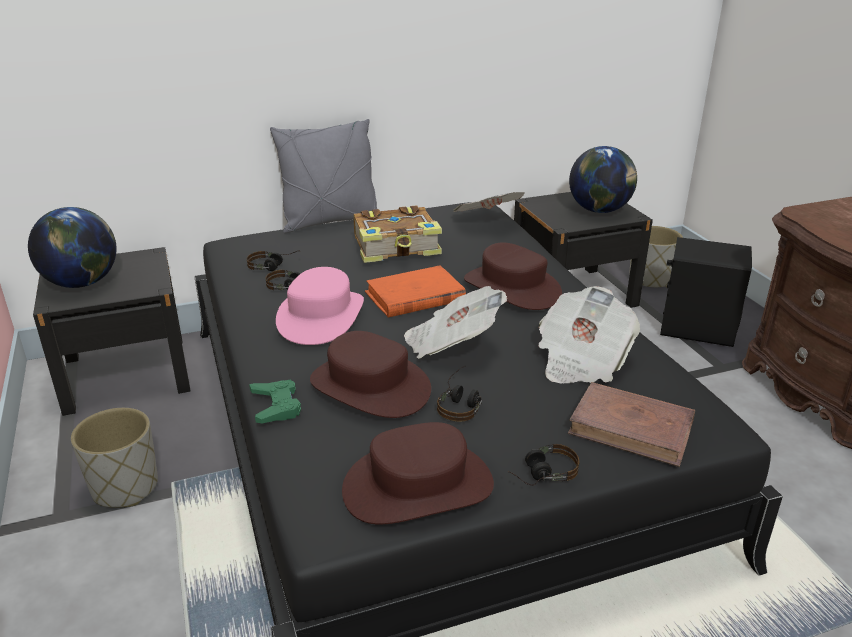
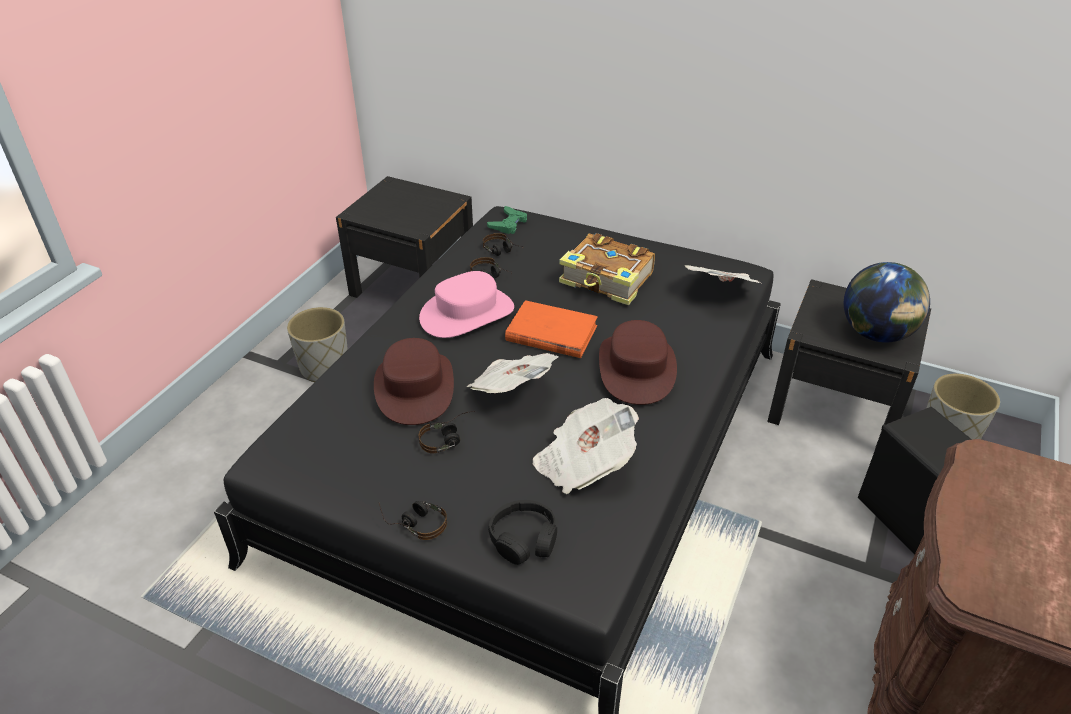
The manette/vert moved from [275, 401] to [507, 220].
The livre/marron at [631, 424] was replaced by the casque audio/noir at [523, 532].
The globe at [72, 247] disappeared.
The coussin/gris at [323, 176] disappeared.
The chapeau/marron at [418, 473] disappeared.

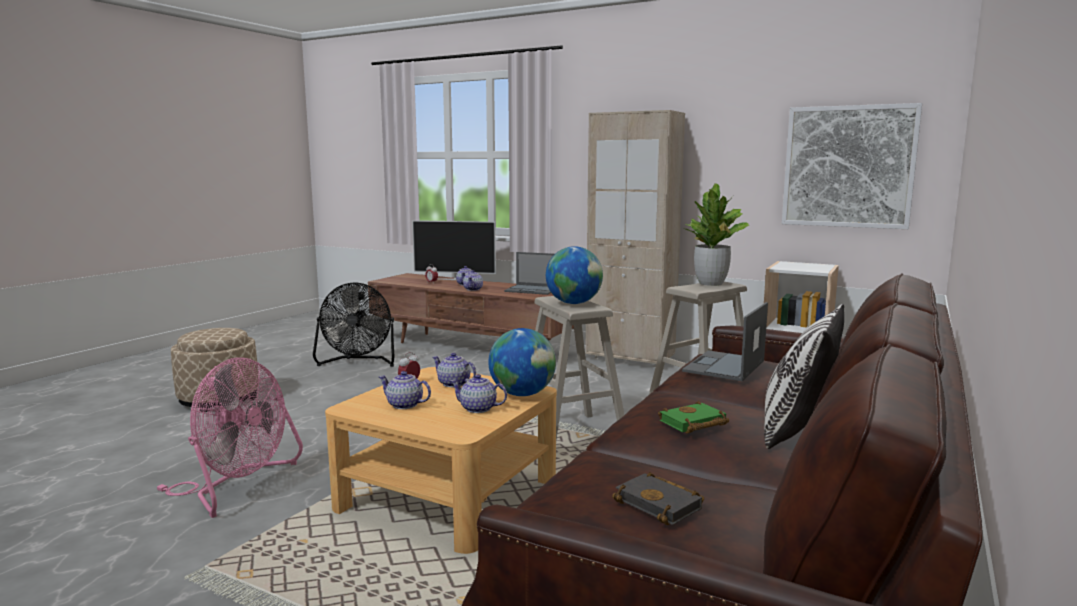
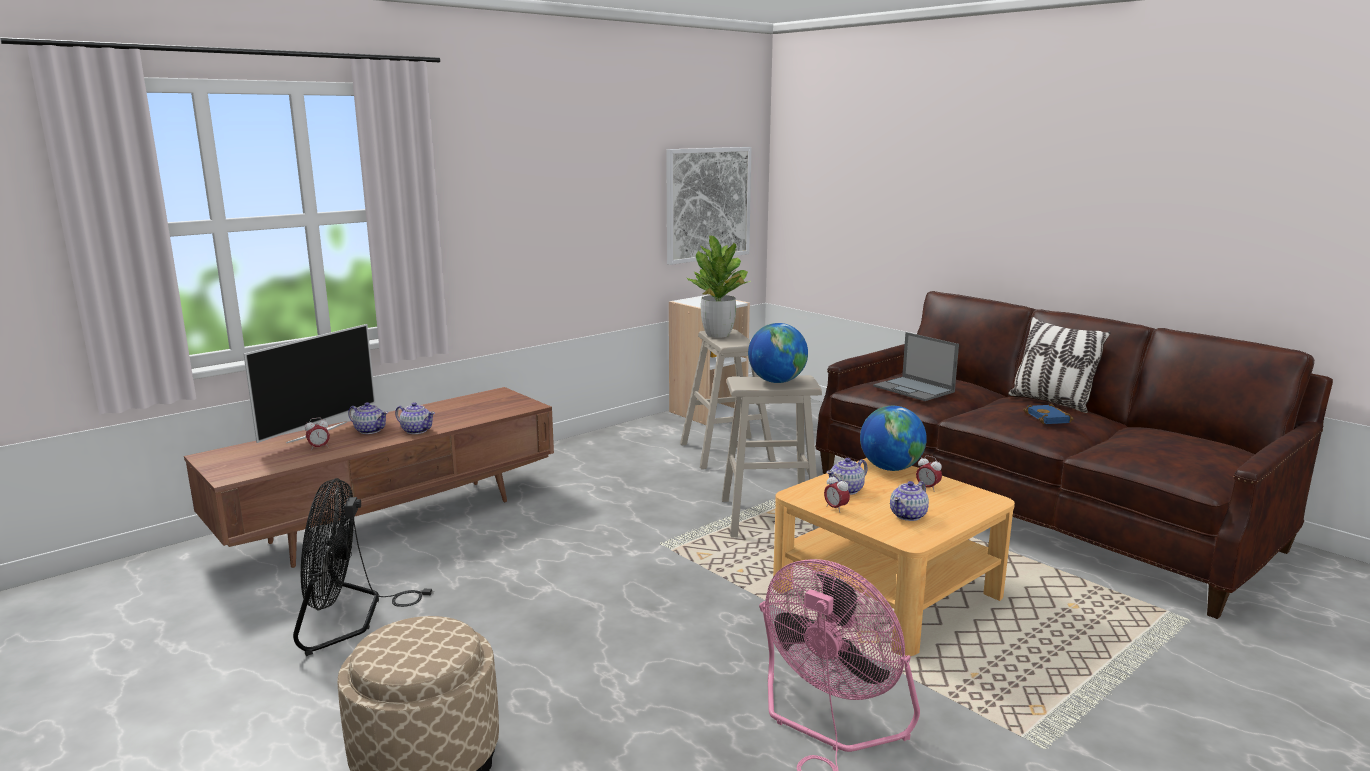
The ventilateur/noir at [353, 325] turned 150 degrees clockwise.
The théière at [478, 393] was replaced by the réveil at [929, 473].
The livre/vert at [693, 417] became the livre/bleu at [1048, 414].
The ordinateur portable at [529, 273] disappeared.
The meuble de rangement/beige at [635, 239] disappeared.
The livre/noir at [658, 498] disappeared.

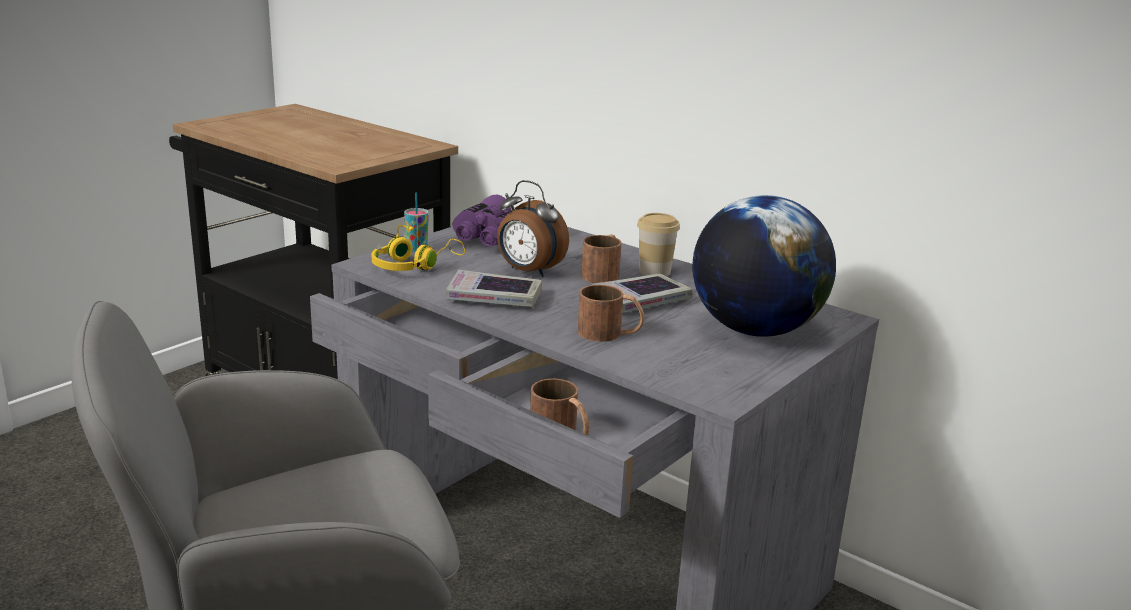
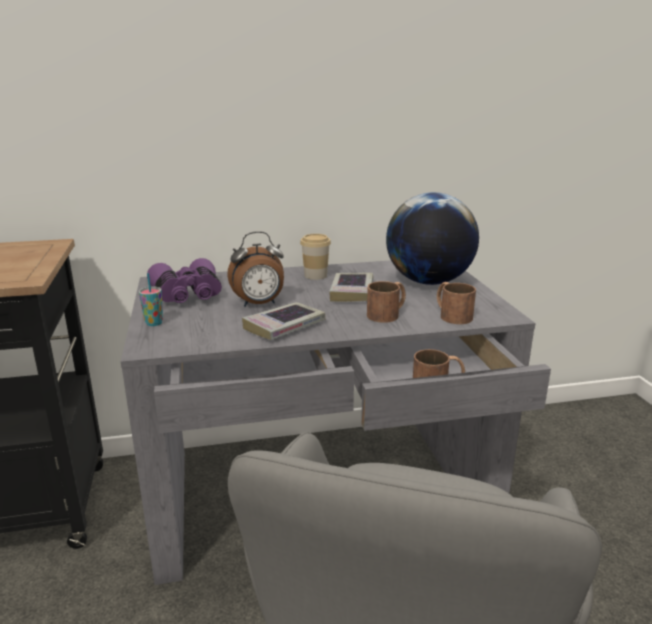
The mug/marron moved from [601, 258] to [456, 303].
The casque audio/jaune at [418, 248] disappeared.

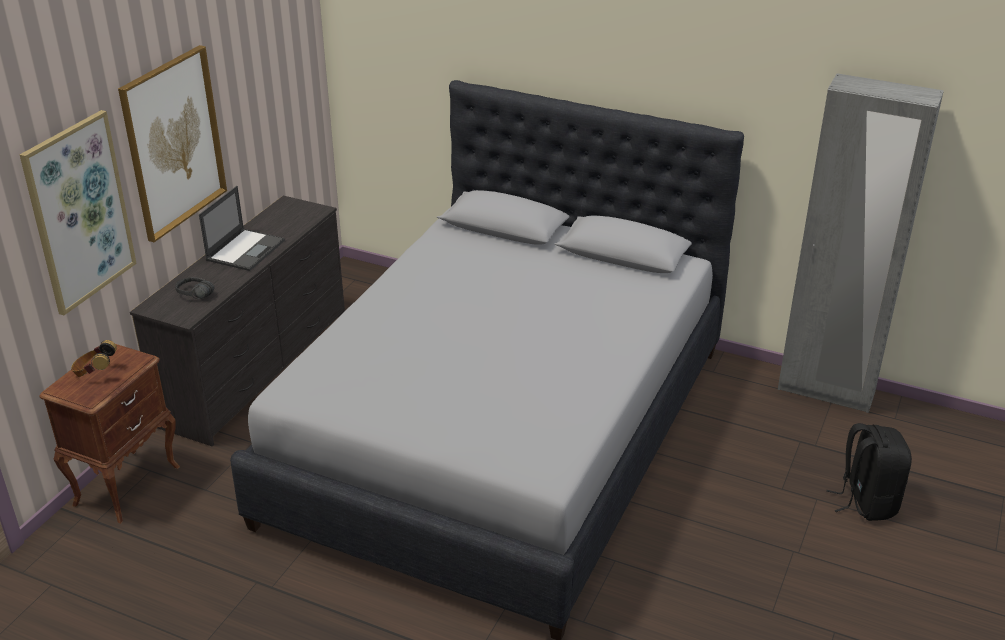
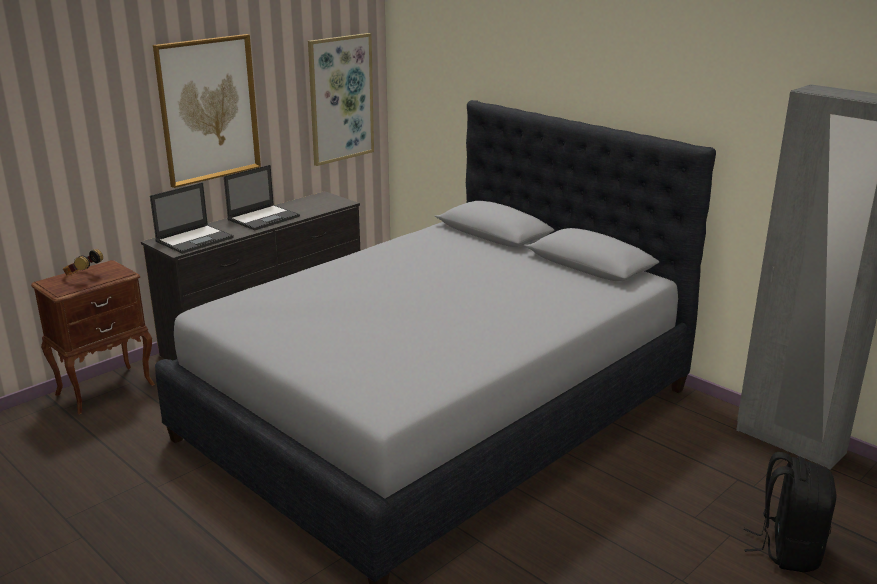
The casque audio/noir at [195, 288] was replaced by the ordinateur portable at [192, 218].
The tableau moved from [78, 212] to [341, 99].

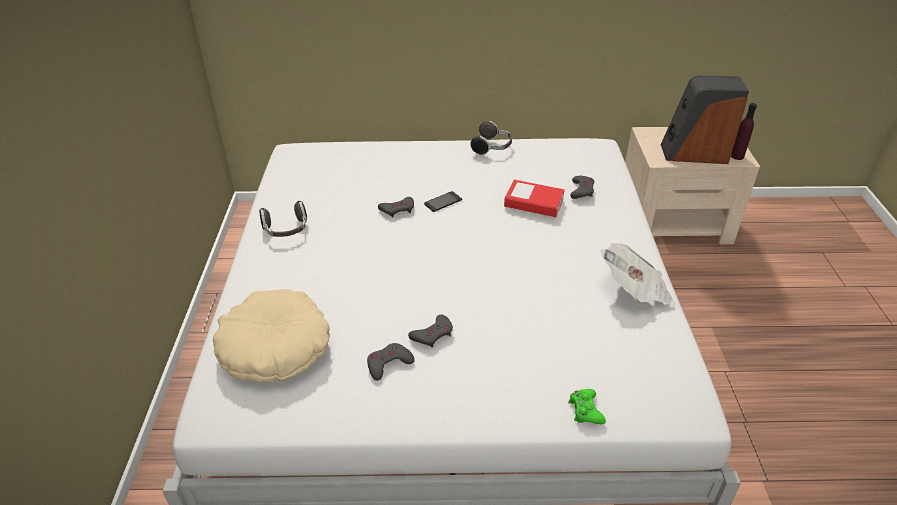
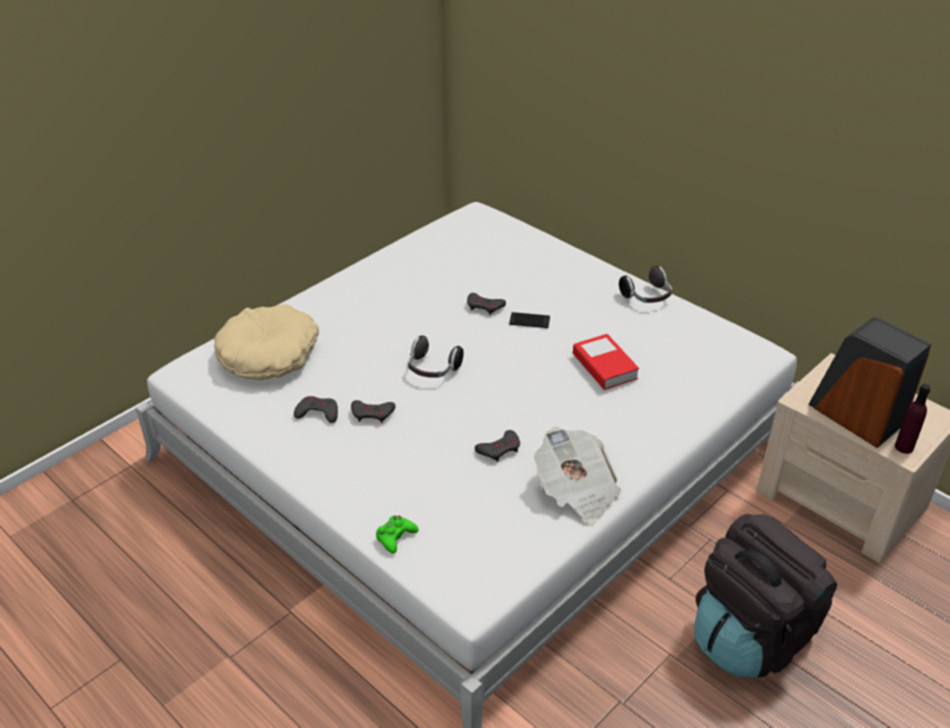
The casque audio moved from [283, 219] to [436, 357].
The manette/gris moved from [582, 187] to [497, 446].
The sac à dos/noir at [765, 596] appeared.

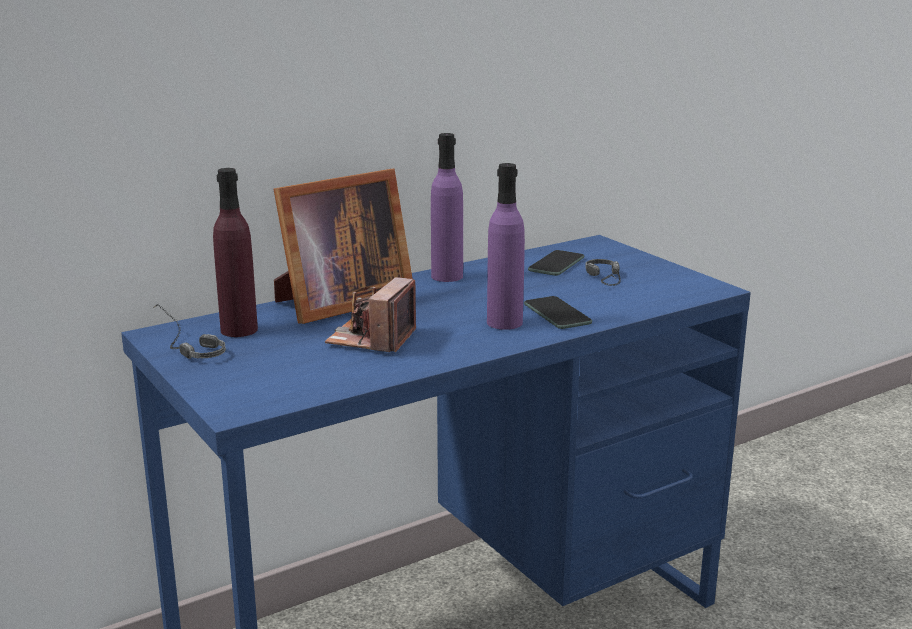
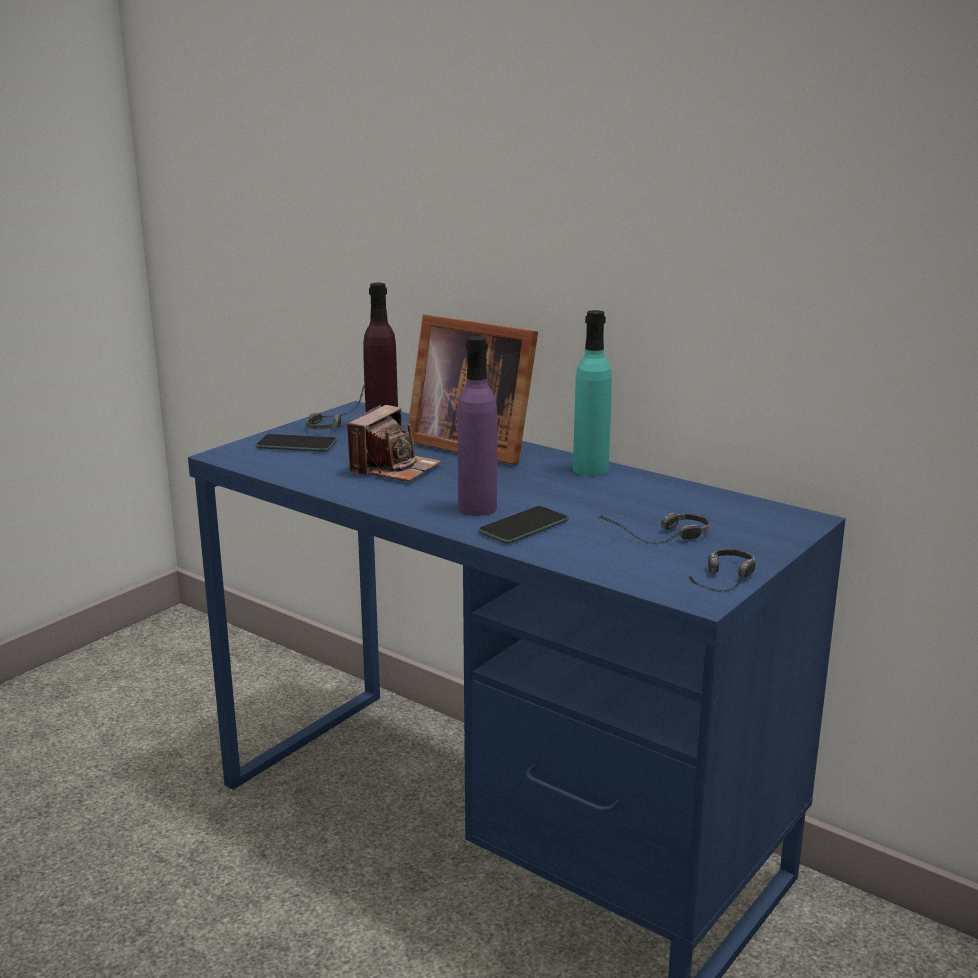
The téléphone moved from [556, 263] to [296, 443].
The appareil photo at [370, 314] turned 120 degrees clockwise.
The bouteille/violet at [447, 207] became the bouteille/turquoise at [592, 393].
The casque audio at [722, 570] appeared.

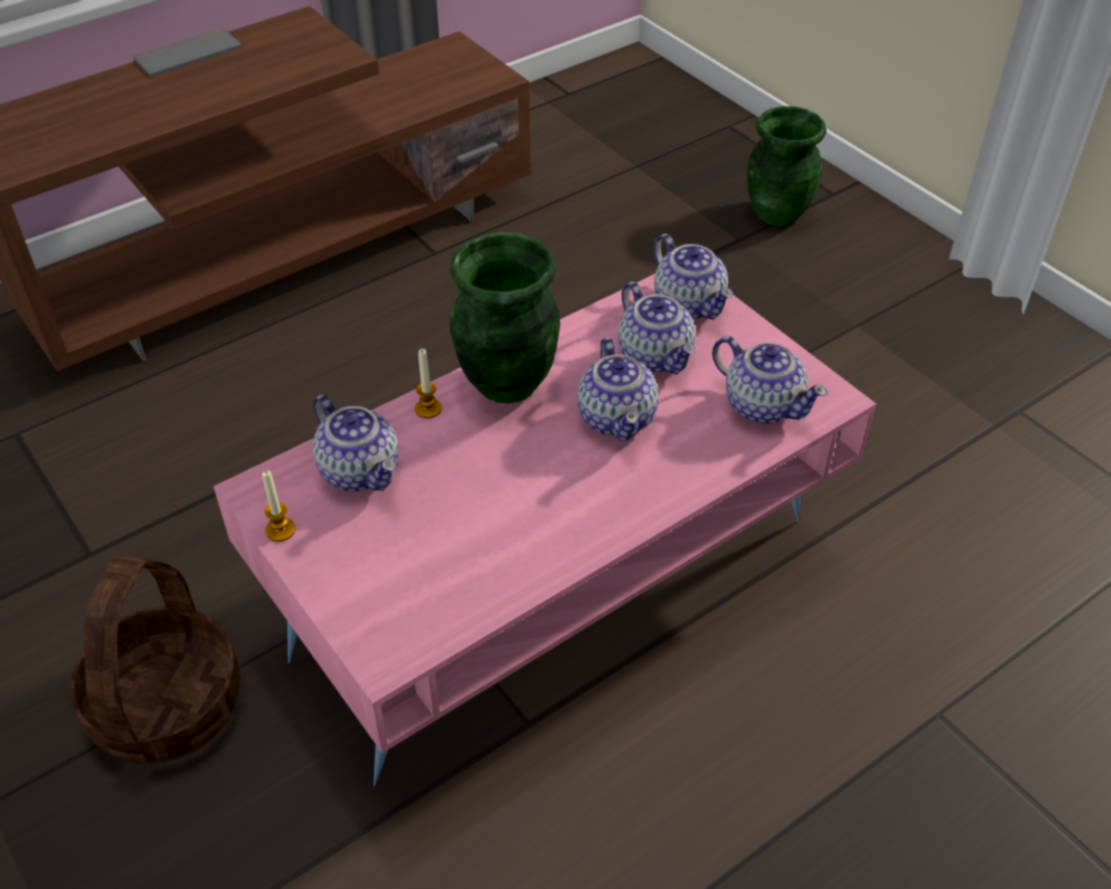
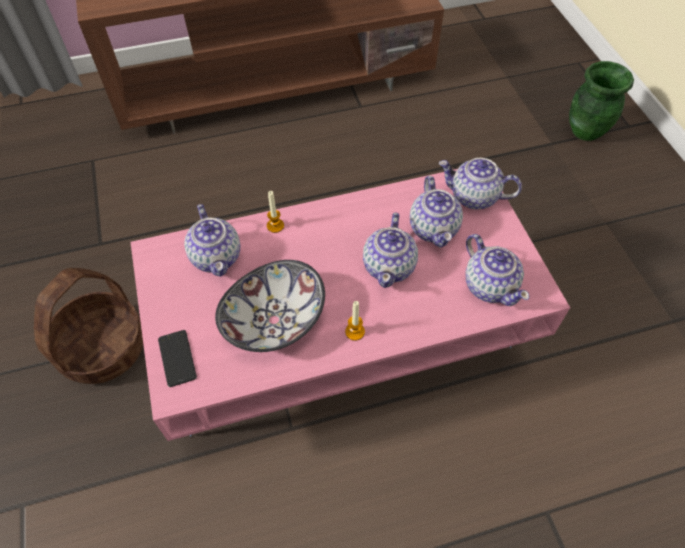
The téléphone at [177, 358] appeared.
The bol at [270, 306] appeared.
The bougie moved from [279, 505] to [355, 321].
The théière at [693, 277] turned 120 degrees clockwise.
The vase/vert at [505, 318] disappeared.

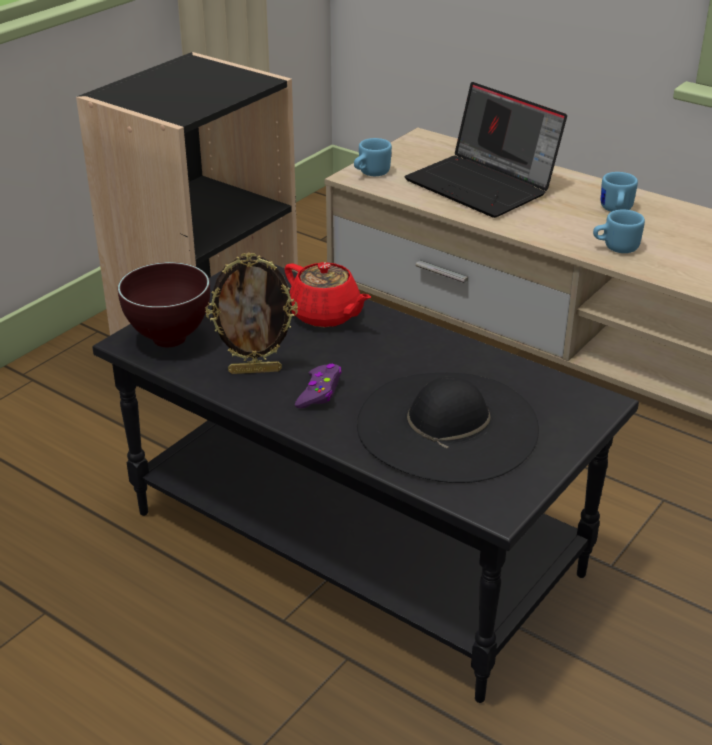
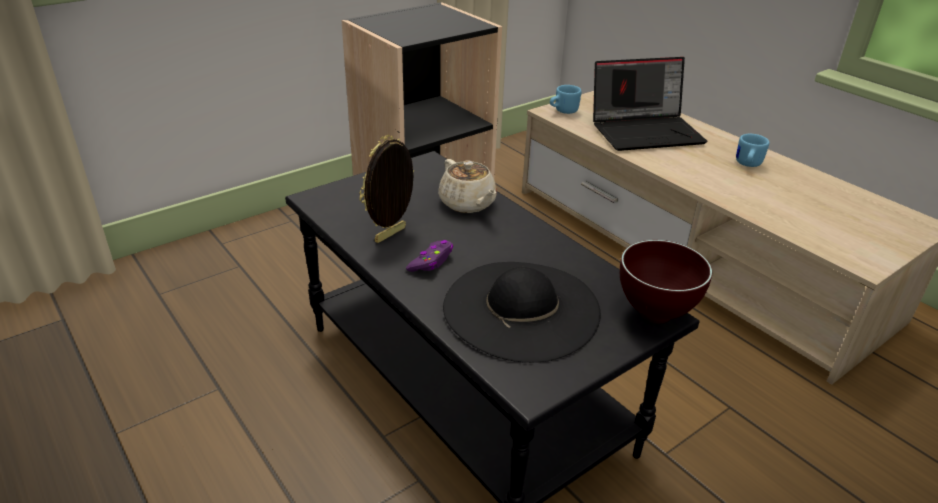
The cadre photo at [252, 313] turned 120 degrees clockwise.
The théière/rouge at [328, 294] became the théière/beige at [467, 186].
The ordinateur portable at [485, 150] turned 75 degrees counterclockwise.
The bol/marron moved from [164, 304] to [666, 281].
The mug/bleu at [619, 231] disappeared.

